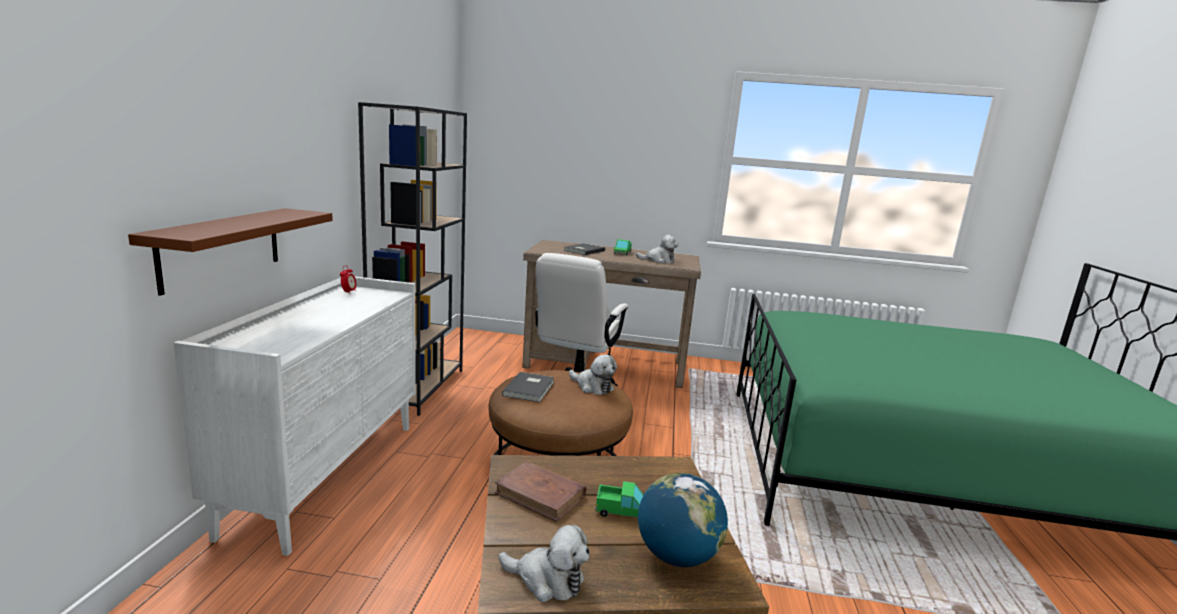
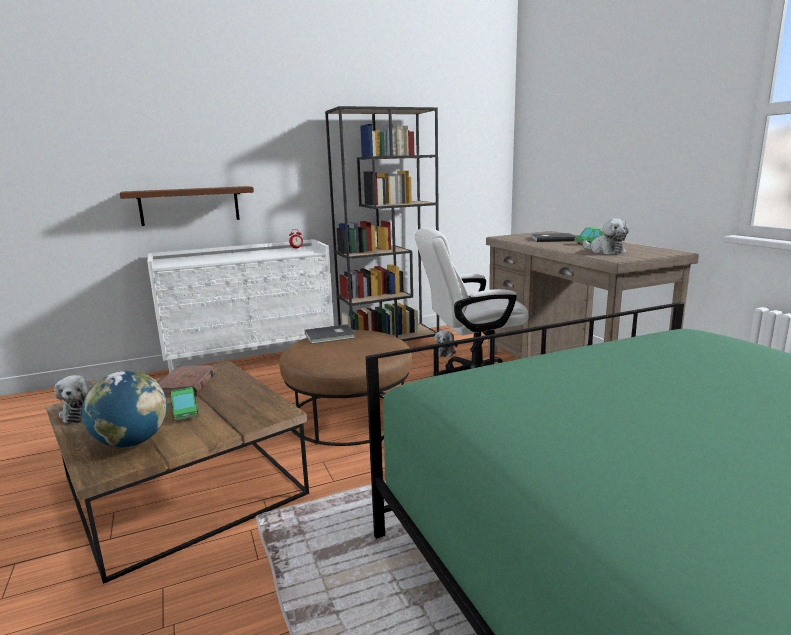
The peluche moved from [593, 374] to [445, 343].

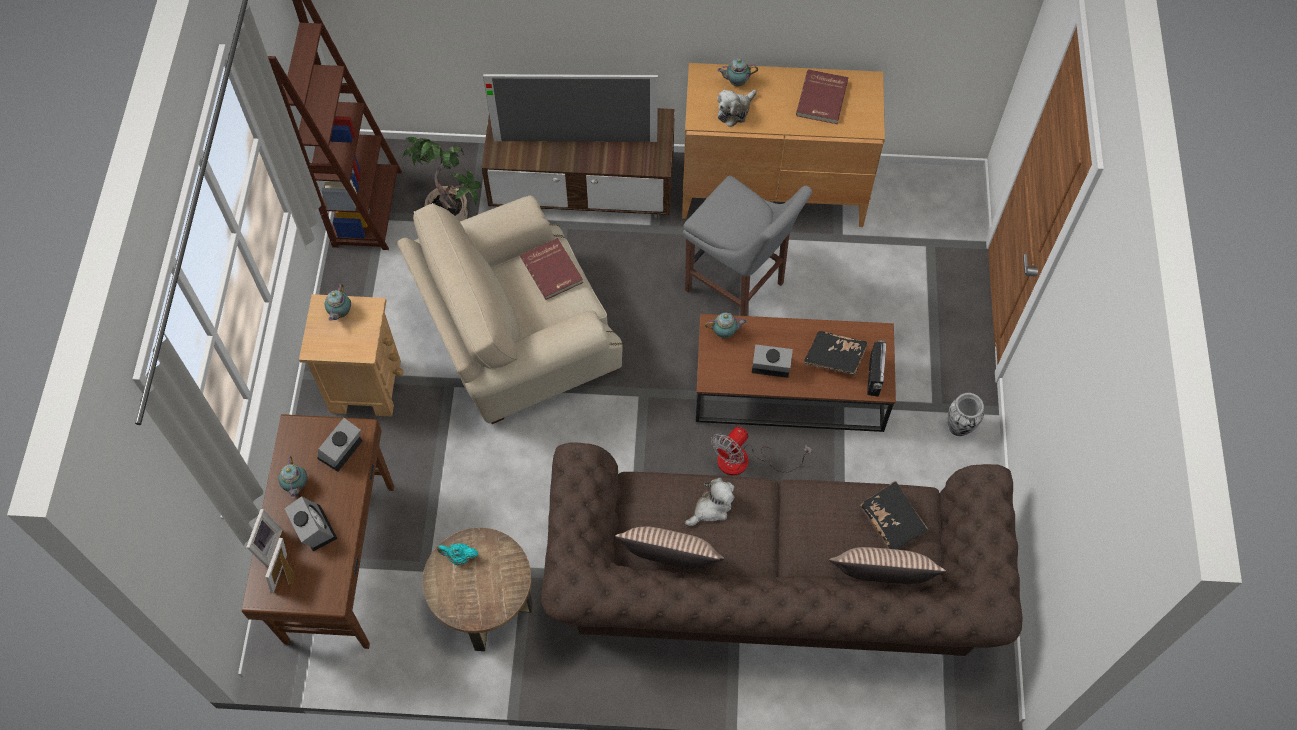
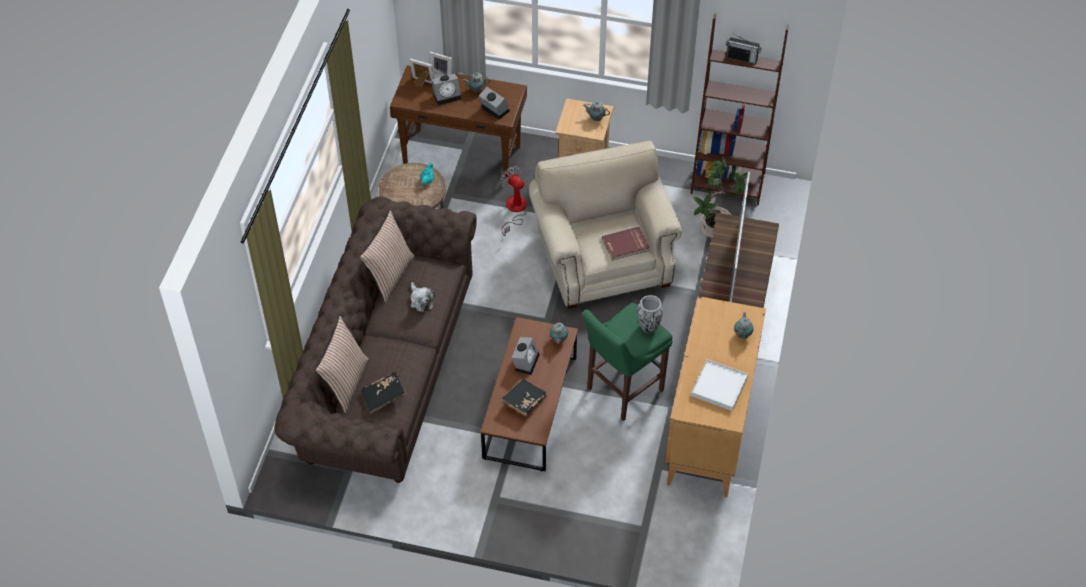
The ventilateur moved from [761, 451] to [513, 201].
The tabouret/gris at [747, 246] became the tabouret/vert at [627, 362].
The vase moved from [966, 414] to [650, 314].
The livre/rouge at [822, 96] was replaced by the plateau/blanc at [719, 385].
The radio moved from [876, 368] to [743, 49].
The peluche at [737, 108] disappeared.

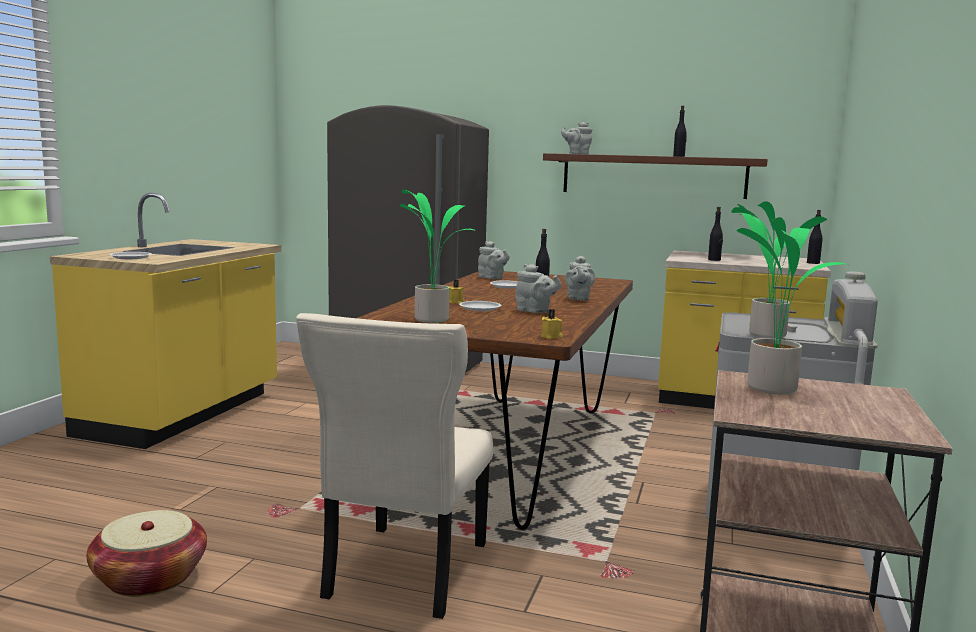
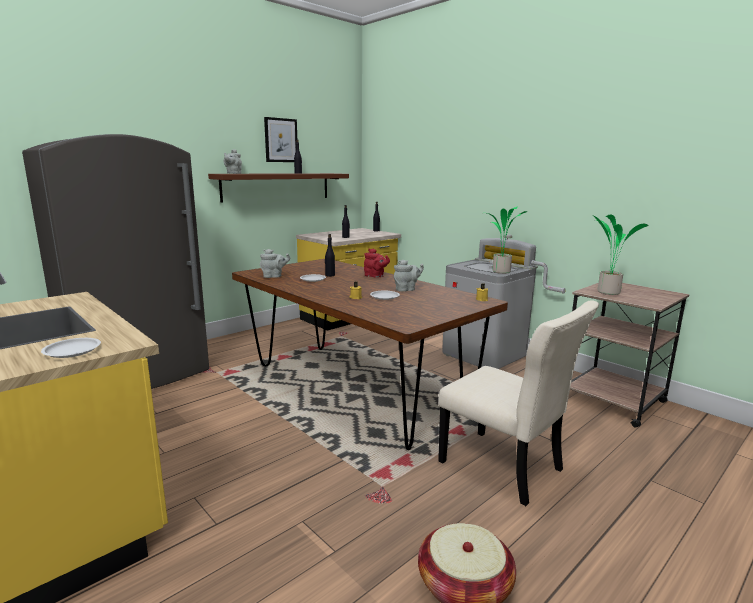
The tableau at [280, 139] appeared.
The théière/gris at [580, 278] became the théière/rouge at [377, 263].
The plante en pot at [437, 256] disappeared.

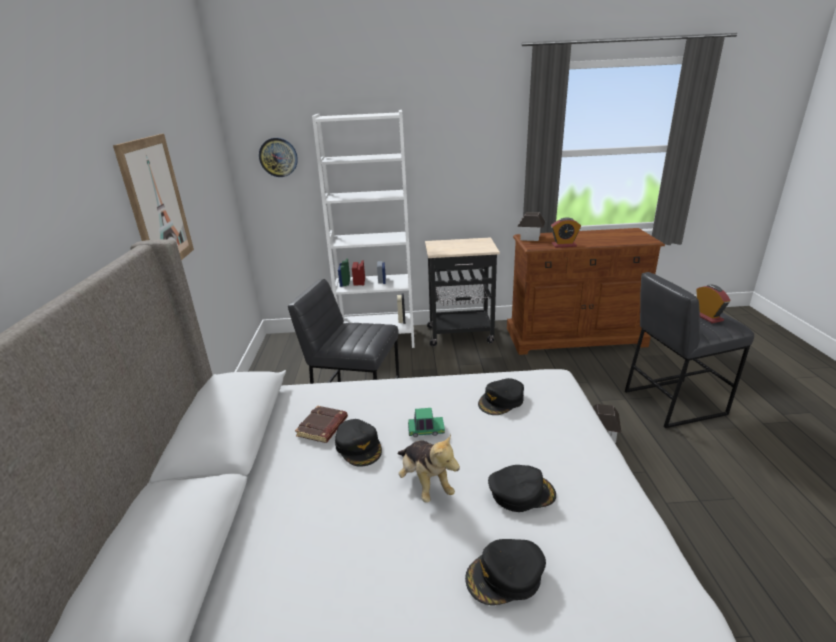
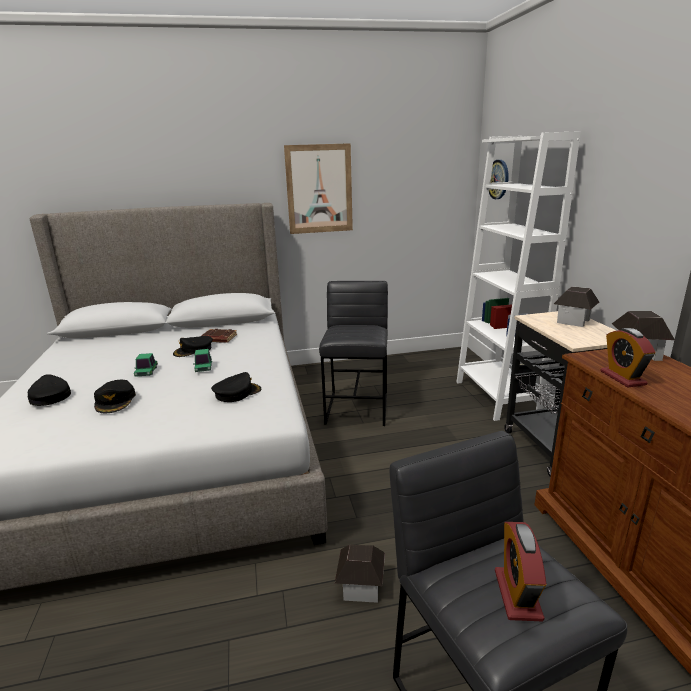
The peluche at [428, 468] was replaced by the petite voiture at [146, 365].
The casquette/noir at [501, 396] turned 105 degrees clockwise.
The réveil at [713, 303] turned 120 degrees clockwise.
The maison miniature at [576, 306] appeared.

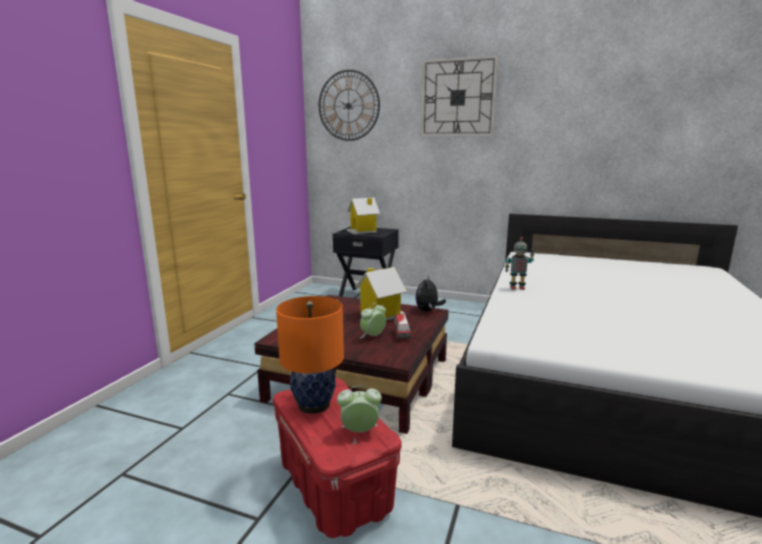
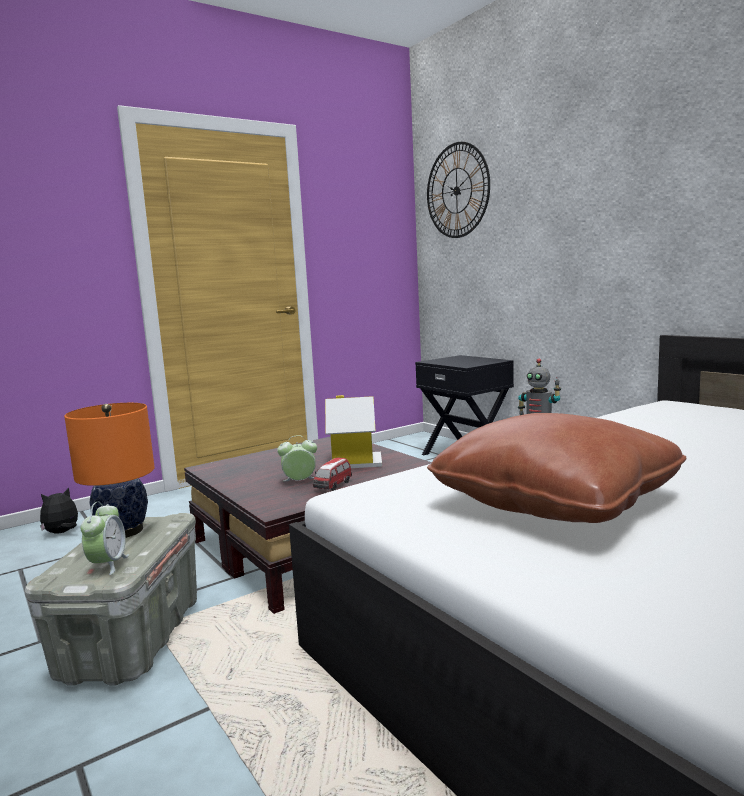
The boîte de rangement/rouge at [337, 458] became the boîte de rangement/gris at [111, 599].
The peluche moved from [431, 293] to [59, 510].
The réveil at [359, 408] turned 60 degrees clockwise.
The coussin/marron at [556, 468] appeared.
The maison miniature at [363, 216] disappeared.
The horloge murale at [459, 95] disappeared.

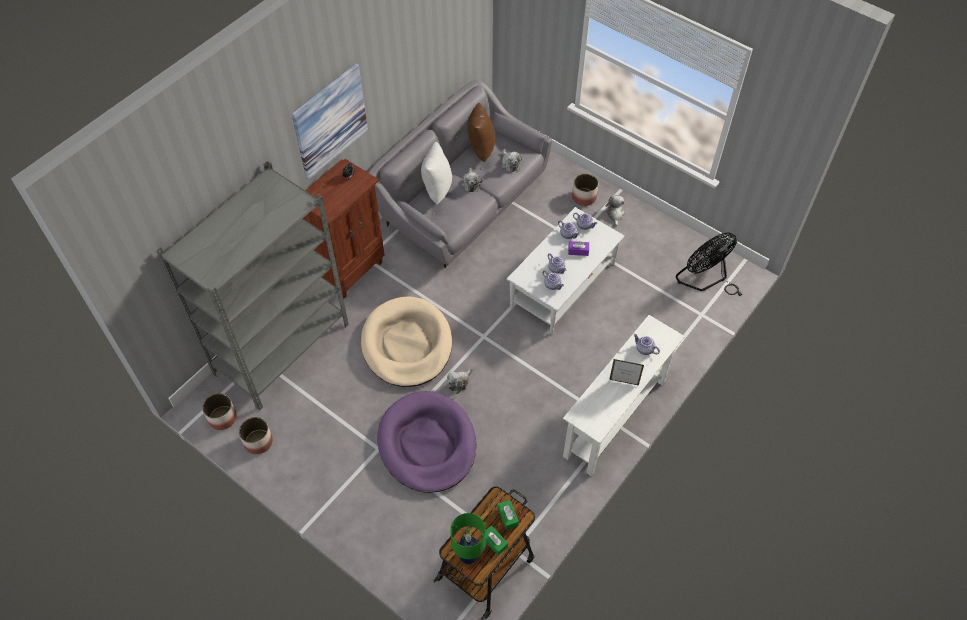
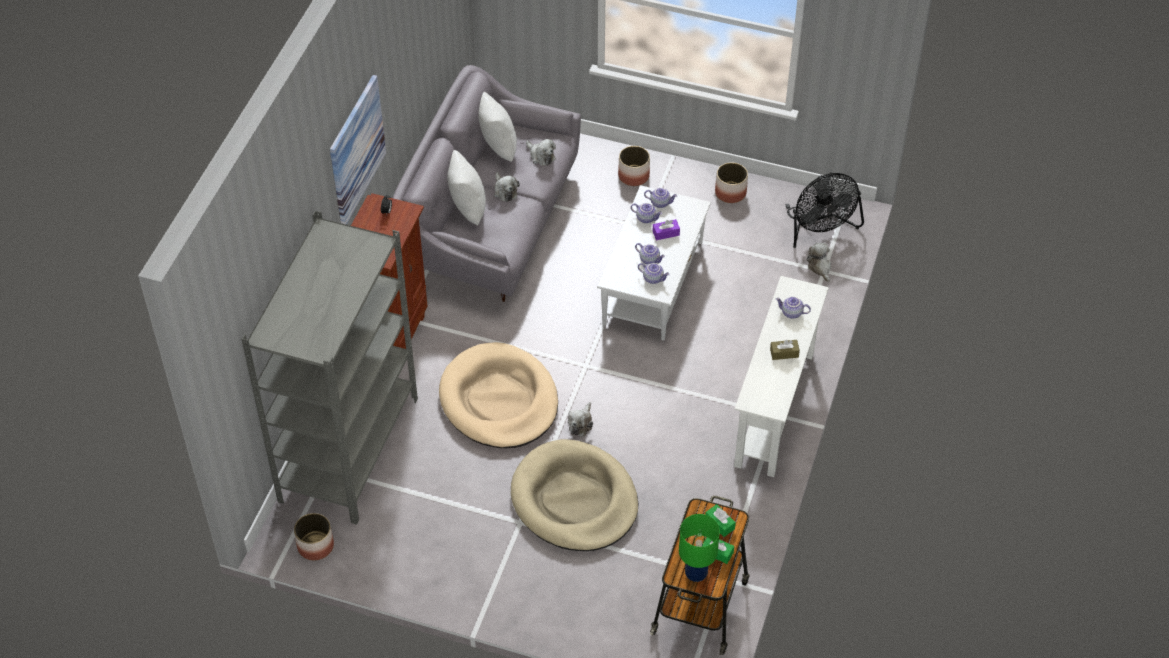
The coussin/marron at [481, 132] became the coussin/blanc at [497, 127].
The panier pour chien/violet at [426, 442] became the panier pour chien/beige at [574, 495].
The cache-pot moved from [256, 435] to [731, 182].
The cadre photo at [626, 372] was replaced by the boîte à mouchoirs/marron at [785, 350].
The ventilateur/noir at [709, 264] turned 150 degrees counterclockwise.
The peluche moved from [615, 210] to [818, 262].

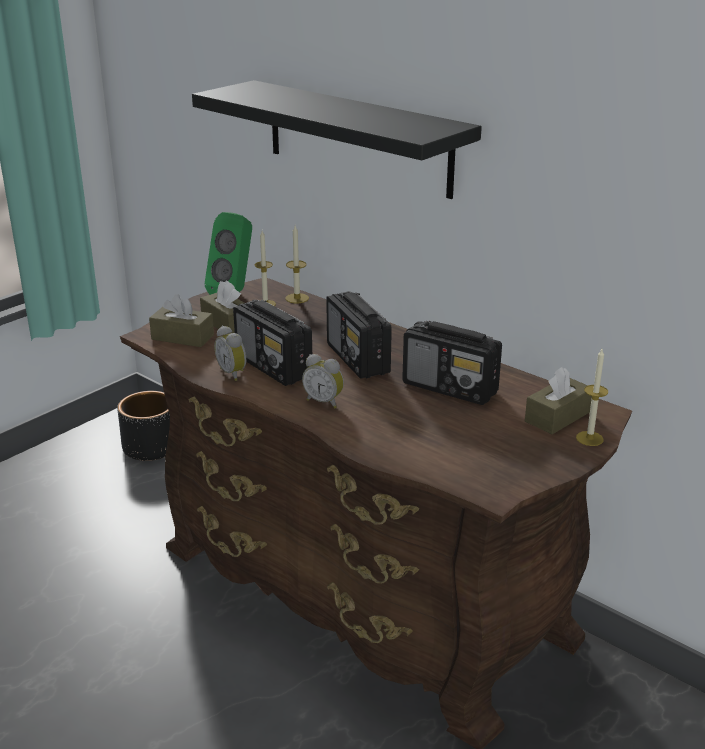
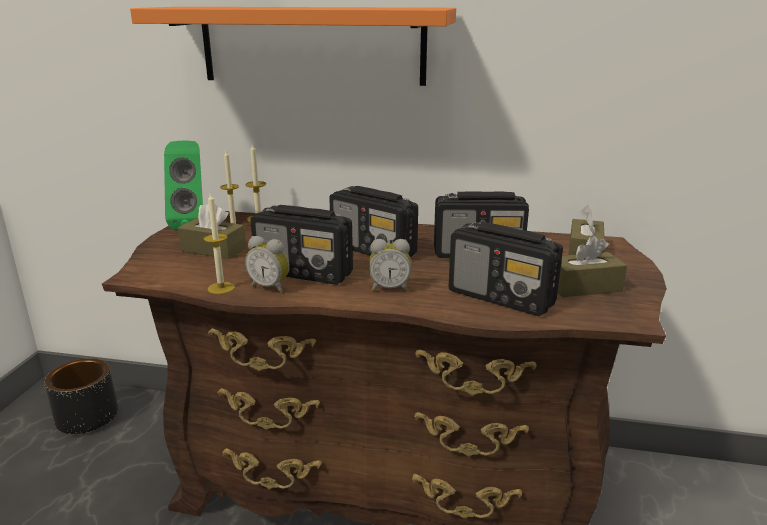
The étagère/noir at [337, 139] became the étagère/orange at [293, 46].
The bougie moved from [592, 397] to [219, 243].
The radio at [506, 269] appeared.
The boîte à mouchoirs/marron moved from [181, 320] to [592, 266].

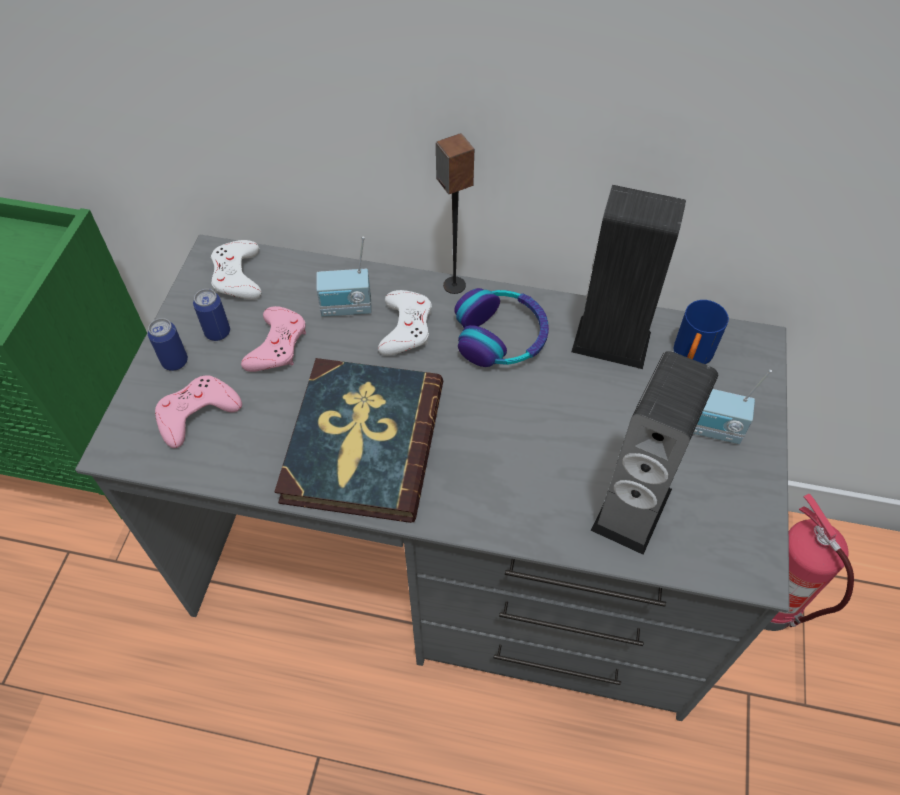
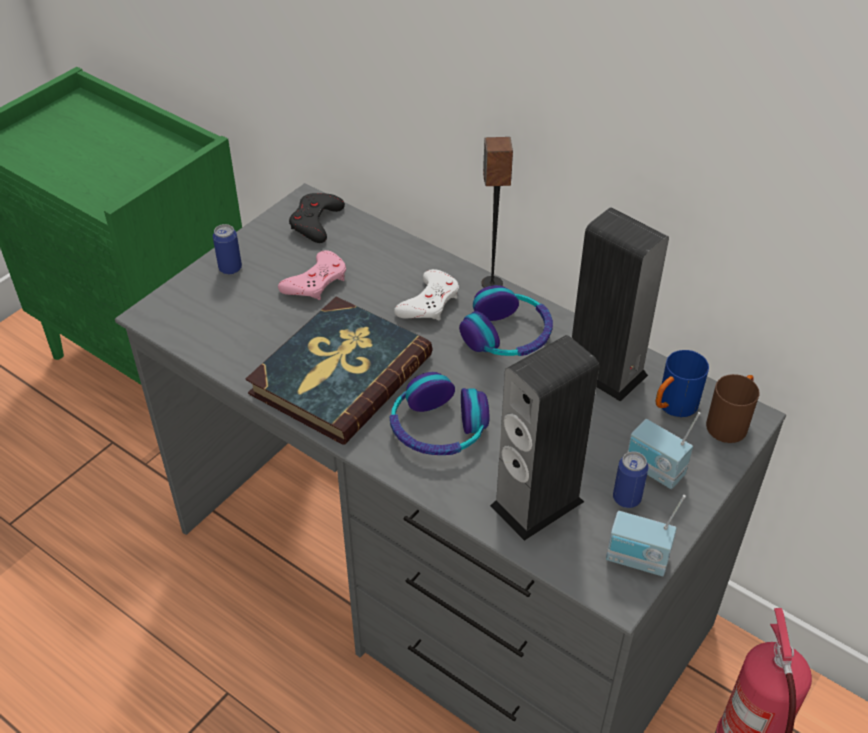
The manette/blanc at [236, 270] became the manette/noir at [317, 218].
The casque audio at [439, 413] appeared.
The radio moved from [344, 276] to [646, 535].
The boîte métallique moved from [211, 315] to [631, 479].
The mug/marron at [733, 408] appeared.
The manette/rose at [198, 411] disappeared.

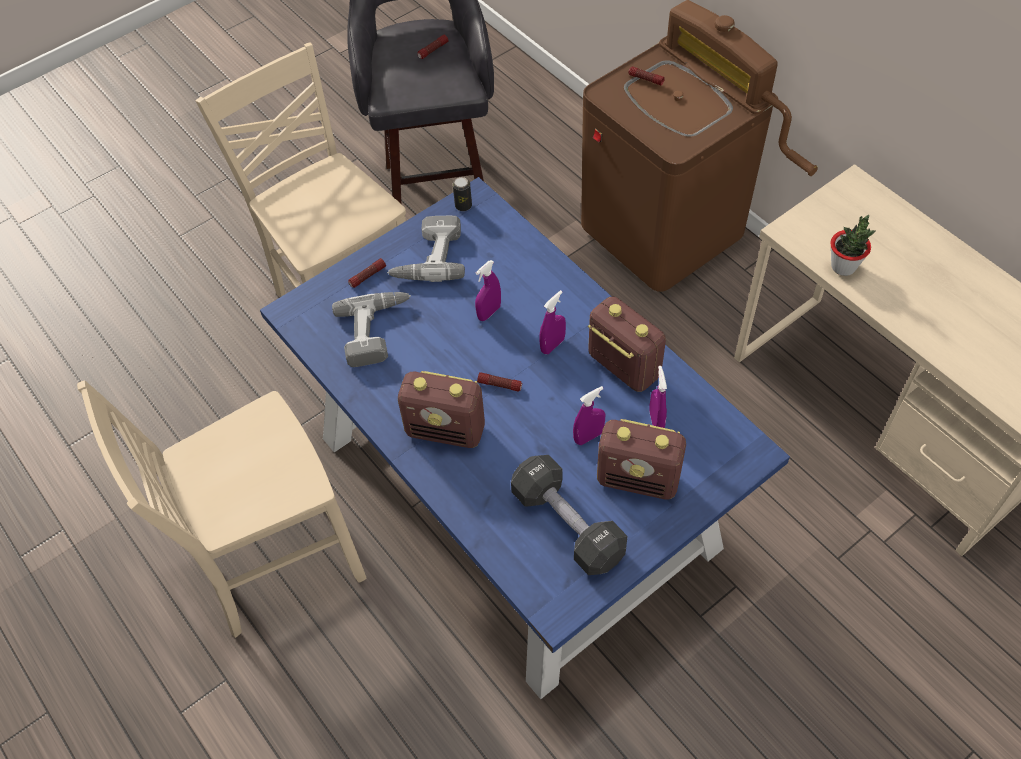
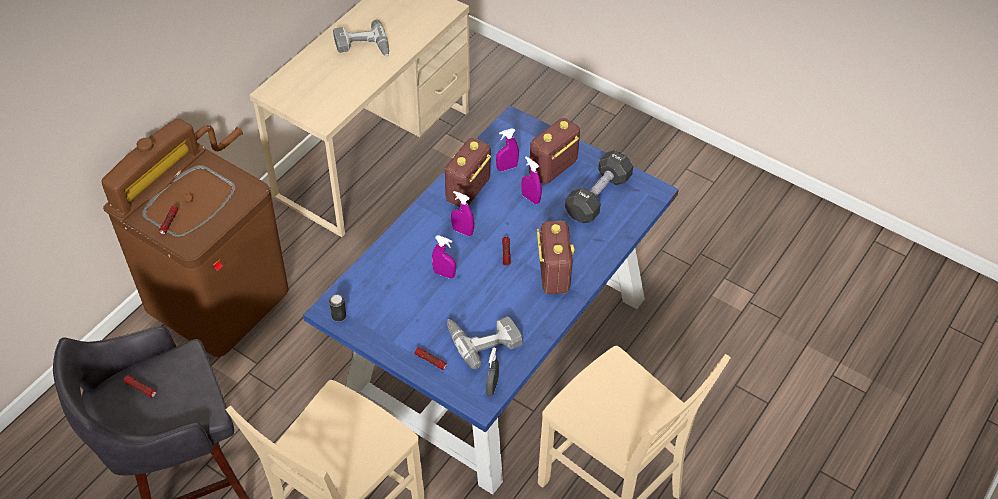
The perceuse moved from [426, 249] to [361, 38].
The vaporisateur/gris at [492, 372] appeared.
The radio at [641, 459] turned 135 degrees counterclockwise.
The plante en pot at [853, 245] disappeared.

